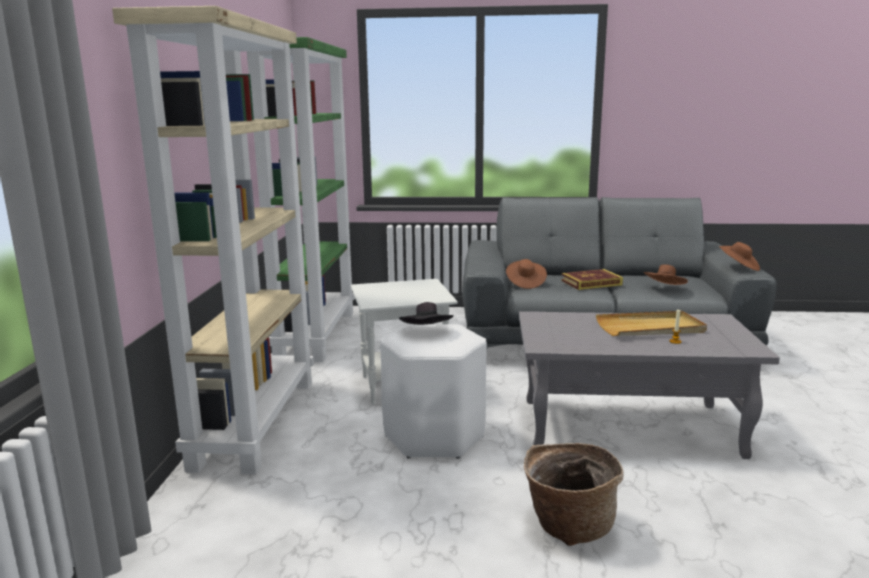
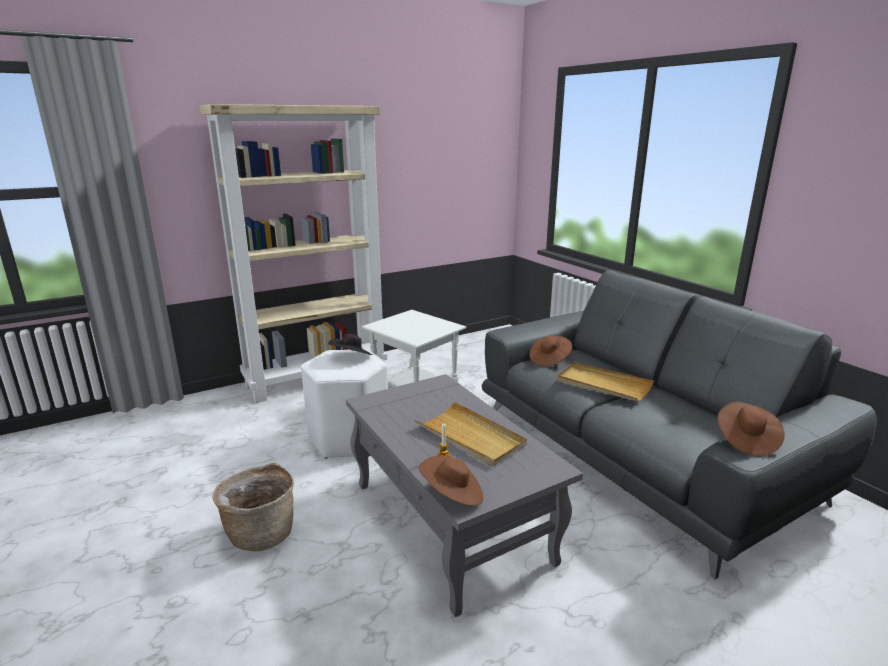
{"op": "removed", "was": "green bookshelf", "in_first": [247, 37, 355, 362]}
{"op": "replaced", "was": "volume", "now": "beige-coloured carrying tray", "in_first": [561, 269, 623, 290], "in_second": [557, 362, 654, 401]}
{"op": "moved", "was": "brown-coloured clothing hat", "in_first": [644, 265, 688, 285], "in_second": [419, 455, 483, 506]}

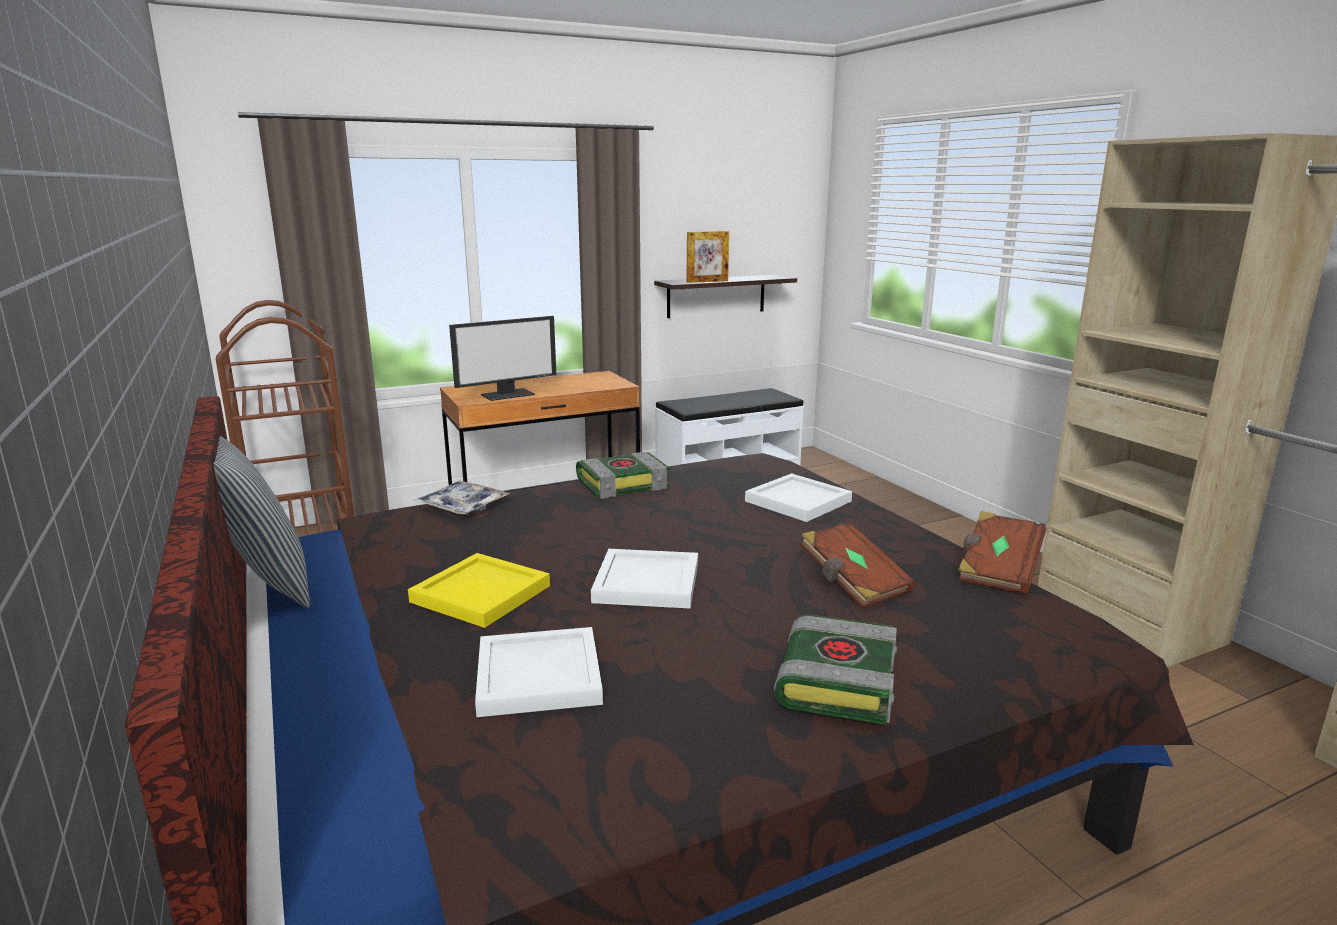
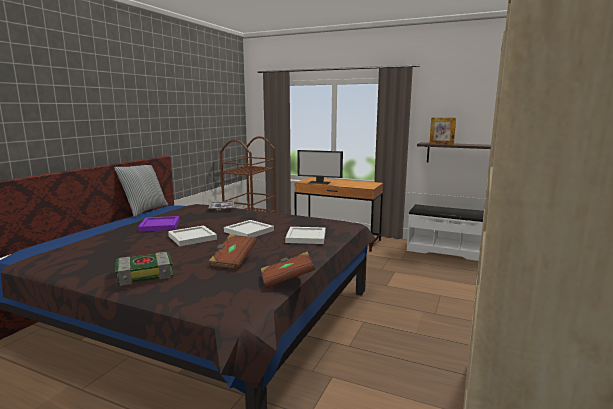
{"op": "recoloured", "was": "yellow-coloured carrying tray", "now": "purple carrying tray", "in_first": [408, 553, 550, 628], "in_second": [138, 216, 180, 232]}
{"op": "moved", "was": "white-coloured carrying tray", "in_first": [475, 627, 603, 717], "in_second": [224, 220, 274, 238]}
{"op": "removed", "was": "volume", "in_first": [576, 452, 670, 499]}

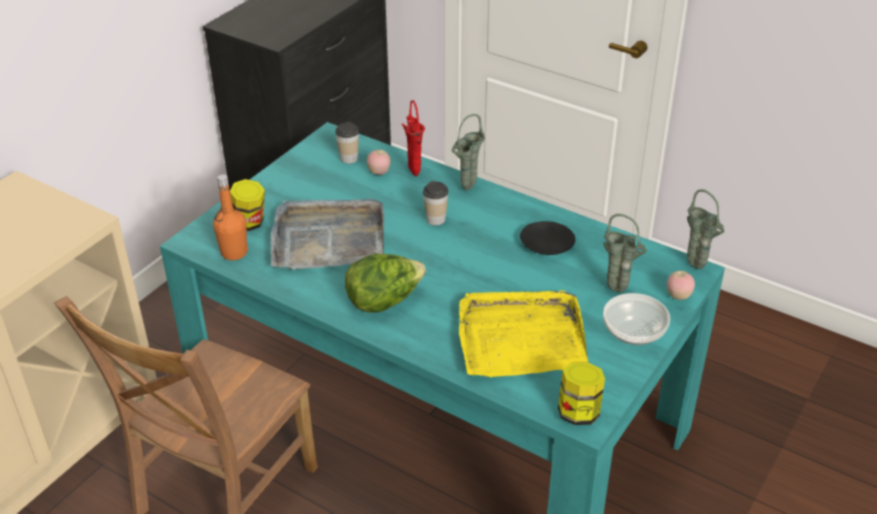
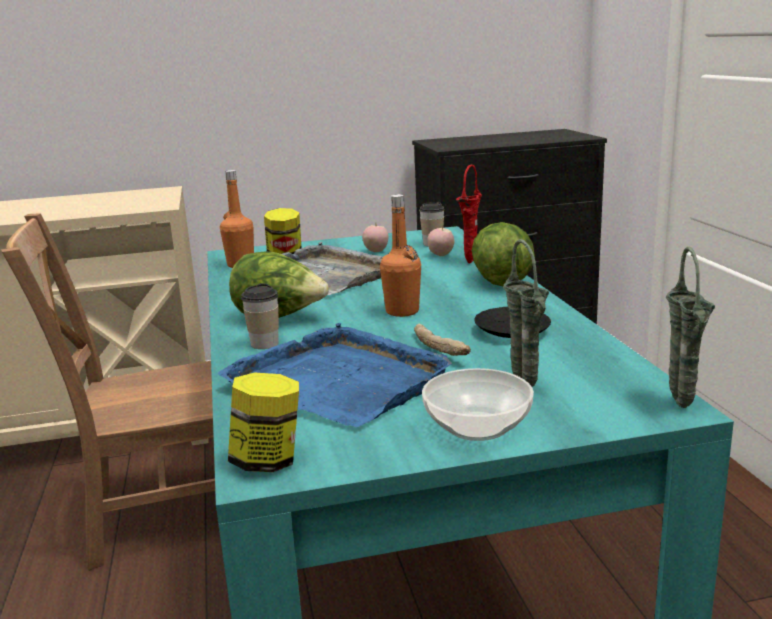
{"op": "moved", "was": "cup", "in_first": [423, 181, 448, 225], "in_second": [241, 283, 279, 349]}
{"op": "replaced", "was": "green flower vase", "now": "lettuce", "in_first": [452, 114, 485, 191], "in_second": [472, 222, 535, 286]}
{"op": "recoloured", "was": "yellow-coloured carrying tray", "now": "blue carrying tray", "in_first": [459, 290, 588, 377], "in_second": [218, 323, 452, 427]}
{"op": "moved", "was": "apple fruit", "in_first": [667, 271, 695, 300], "in_second": [362, 224, 389, 252]}
{"op": "added", "now": "orange beverage bottle", "in_second": [380, 194, 421, 317]}
{"op": "added", "now": "bakery bread", "in_second": [414, 324, 471, 356]}

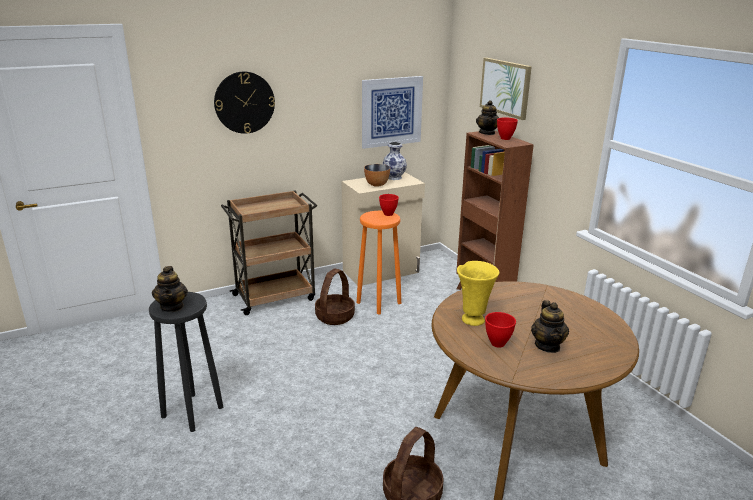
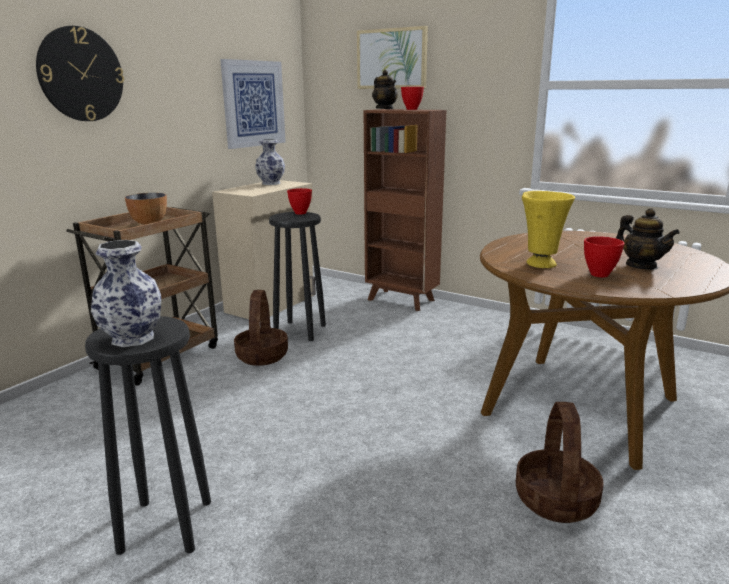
{"op": "replaced", "was": "tea pot", "now": "flower vase", "in_first": [152, 266, 188, 312], "in_second": [91, 240, 161, 347]}
{"op": "recoloured", "was": "orange stool", "now": "black-coloured stool", "in_first": [357, 211, 401, 314], "in_second": [269, 212, 326, 341]}
{"op": "moved", "was": "serving bowl", "in_first": [364, 164, 390, 187], "in_second": [125, 193, 167, 225]}

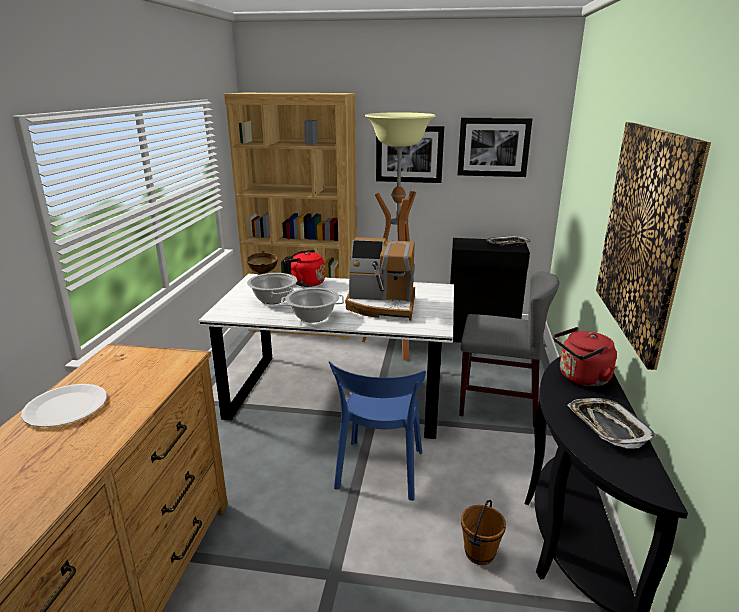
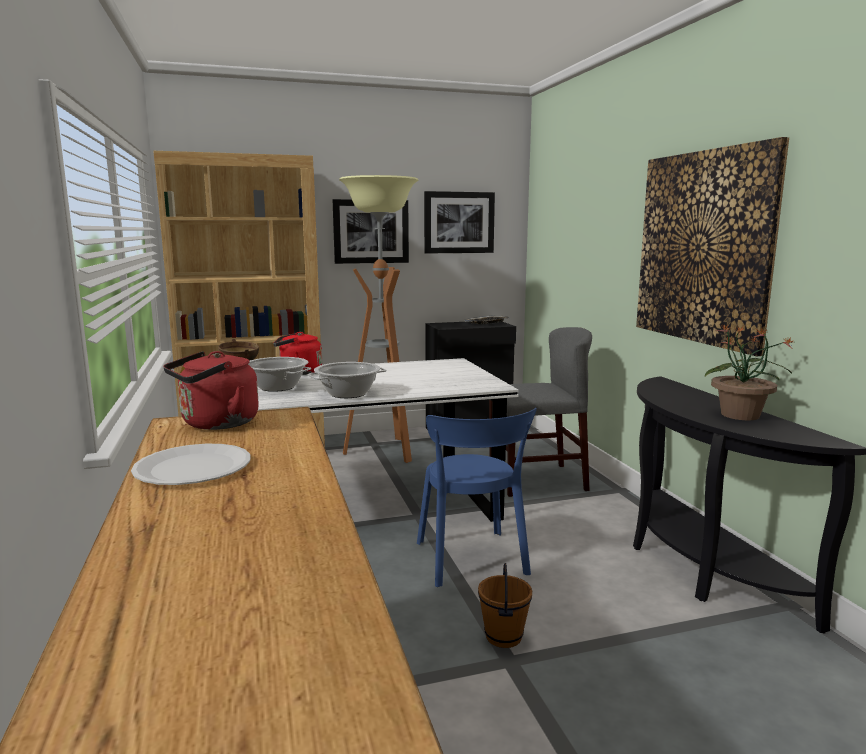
{"op": "removed", "was": "coffee brewer", "in_first": [345, 237, 415, 321]}
{"op": "moved", "was": "brown-coloured water bucket", "in_first": [461, 500, 506, 565], "in_second": [478, 563, 532, 648]}
{"op": "moved", "was": "red-coloured water kettle", "in_first": [553, 327, 617, 387], "in_second": [163, 351, 259, 430]}
{"op": "replaced", "was": "carrying tray", "now": "potted plant", "in_first": [568, 398, 657, 448], "in_second": [705, 324, 793, 420]}

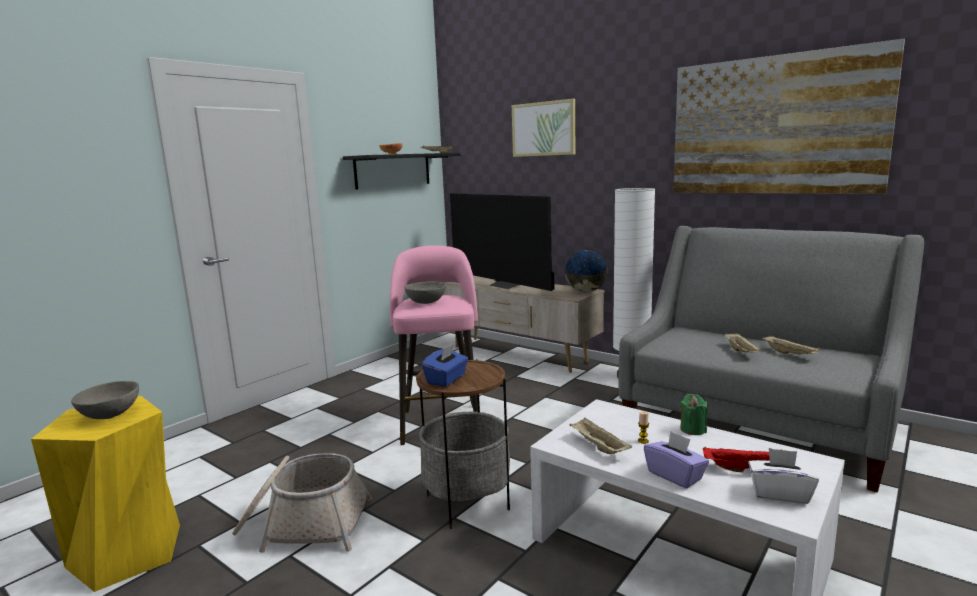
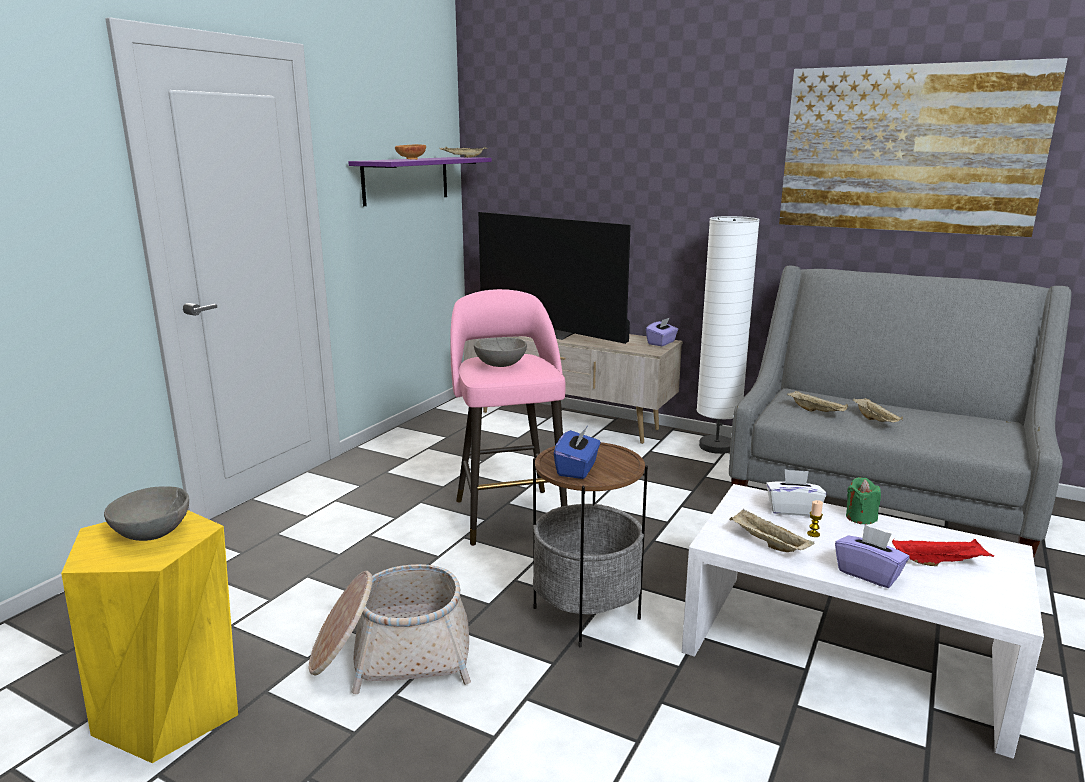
{"op": "recoloured", "was": "black-coloured shelf", "now": "purple shelf", "in_first": [343, 153, 460, 190], "in_second": [348, 157, 492, 206]}
{"op": "removed", "was": "wall picture", "in_first": [512, 99, 575, 157]}
{"op": "replaced", "was": "desk globe", "now": "purple tissue holder", "in_first": [564, 250, 608, 292], "in_second": [646, 318, 678, 346]}
{"op": "moved", "was": "white-coloured tissue holder", "in_first": [748, 448, 819, 504], "in_second": [766, 469, 826, 516]}
{"op": "moved", "was": "beige-coloured carrying tray", "in_first": [762, 336, 820, 354], "in_second": [787, 391, 848, 412]}

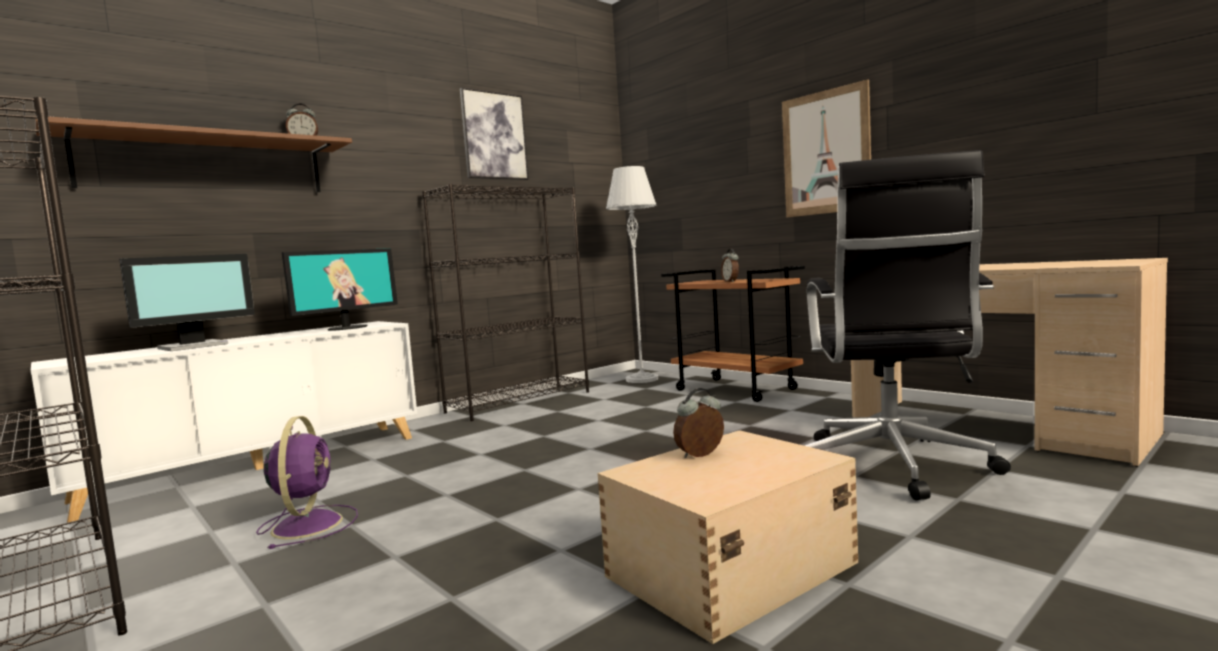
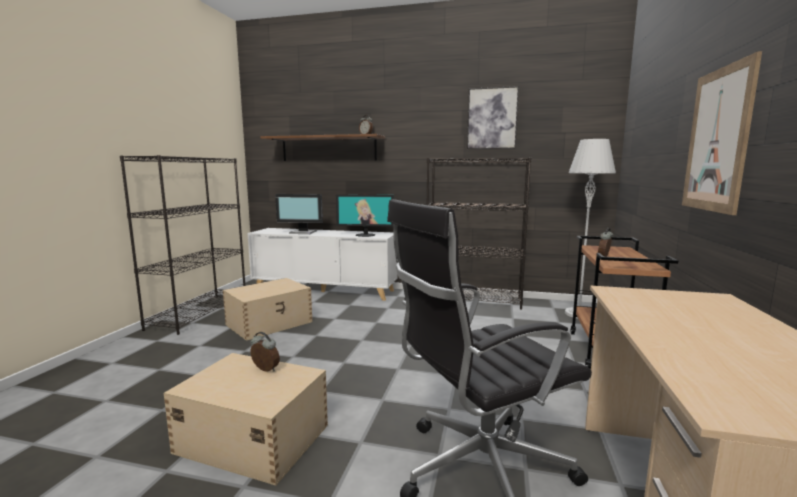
{"op": "replaced", "was": "purple electric fan", "now": "beige-coloured storage container", "in_first": [256, 416, 358, 549], "in_second": [223, 278, 312, 341]}

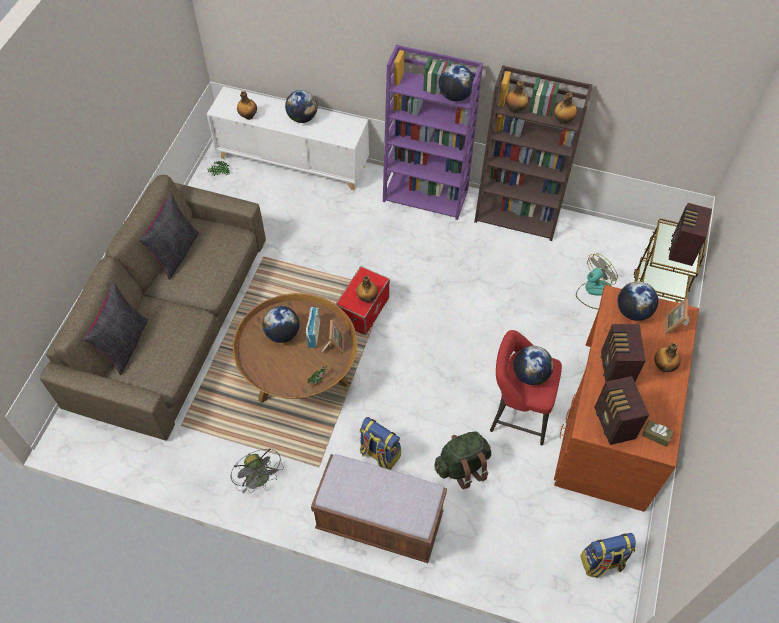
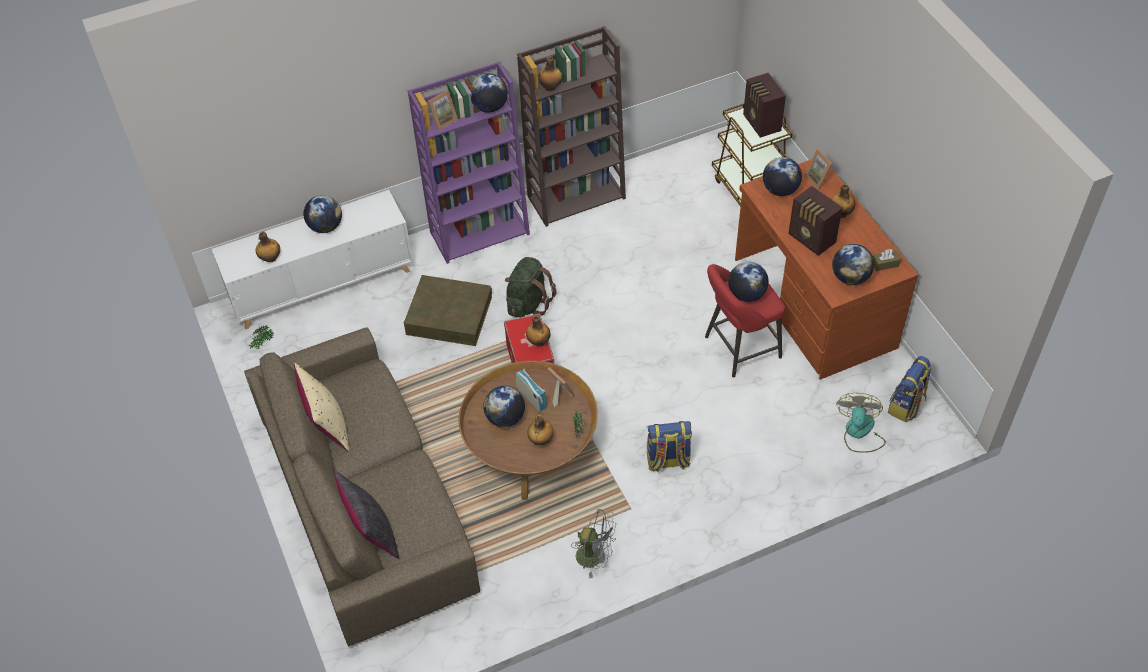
{"op": "recoloured", "was": "black-coloured cushion", "now": "beige-coloured cushion", "in_first": [139, 193, 199, 280], "in_second": [294, 363, 349, 452]}
{"op": "removed", "was": "brown-coloured long seat", "in_first": [311, 454, 447, 563]}
{"op": "moved", "was": "green knapsack", "in_first": [434, 432, 491, 489], "in_second": [505, 257, 556, 318]}
{"op": "moved", "was": "beverage bottle", "in_first": [554, 93, 577, 124], "in_second": [527, 415, 553, 445]}
{"op": "moved", "was": "electric fan", "in_first": [576, 253, 618, 309], "in_second": [836, 393, 886, 453]}
{"op": "replaced", "was": "radio", "now": "desk globe", "in_first": [594, 376, 649, 445], "in_second": [832, 244, 874, 285]}
{"op": "added", "now": "brown-coloured storage container", "in_second": [404, 275, 492, 346]}
{"op": "added", "now": "photo frame", "in_second": [428, 90, 458, 130]}

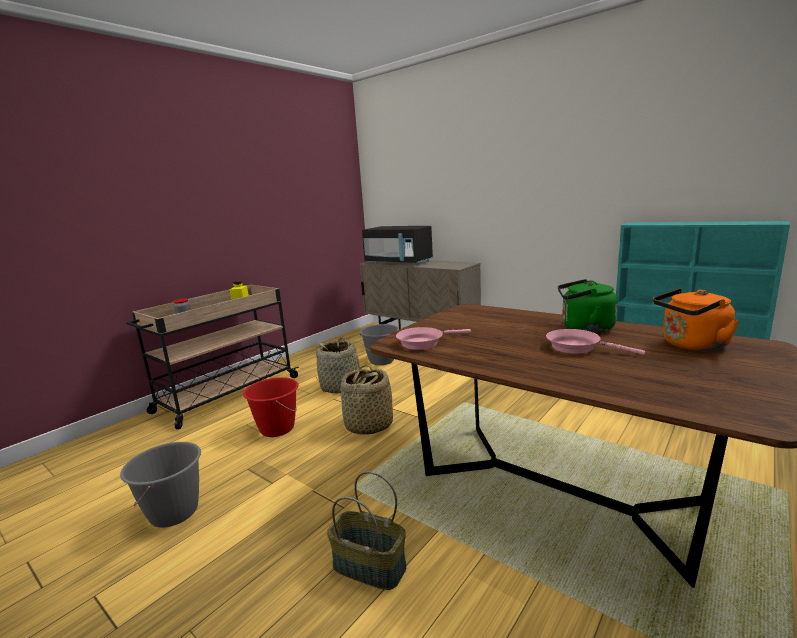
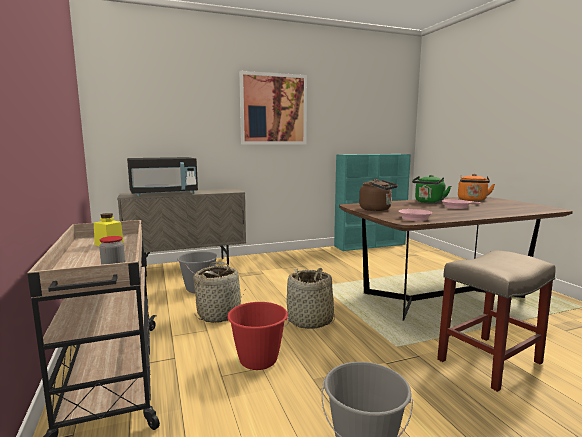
{"op": "replaced", "was": "basket", "now": "beige-coloured stool", "in_first": [327, 471, 406, 590], "in_second": [437, 250, 556, 392]}
{"op": "added", "now": "wall picture", "in_second": [239, 71, 307, 144]}
{"op": "added", "now": "brown-coloured water kettle", "in_second": [359, 179, 398, 211]}

